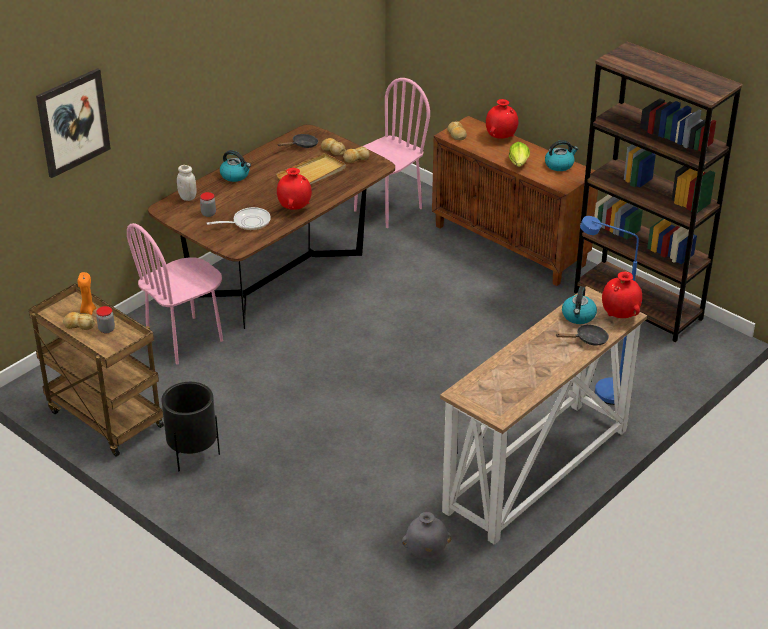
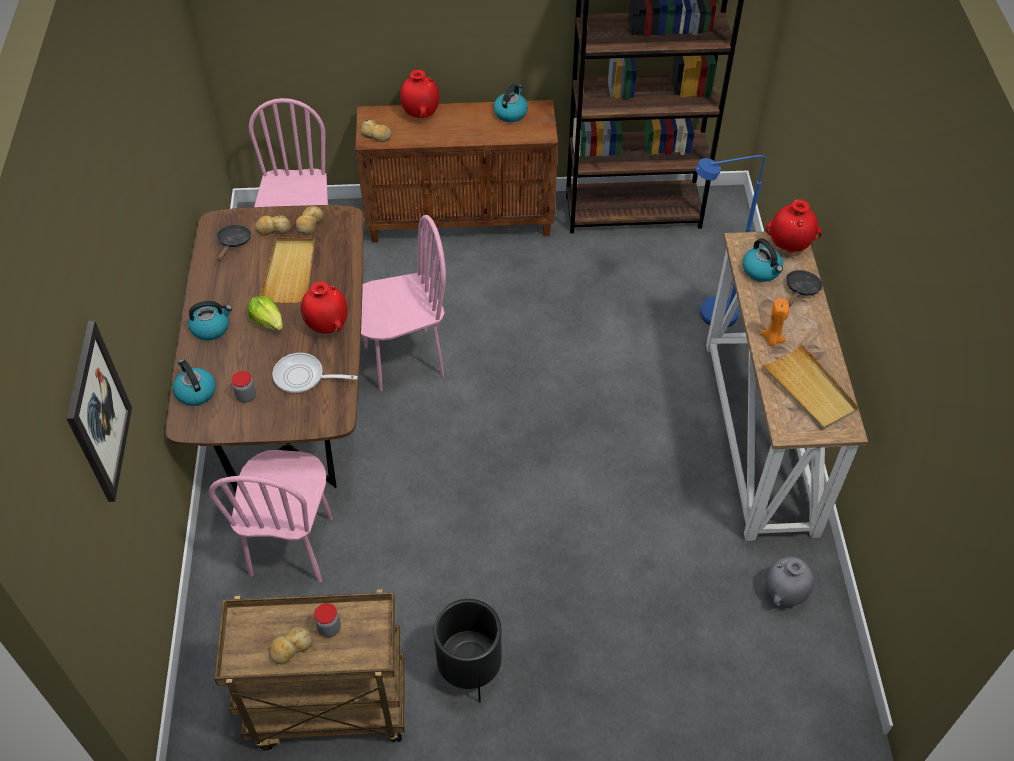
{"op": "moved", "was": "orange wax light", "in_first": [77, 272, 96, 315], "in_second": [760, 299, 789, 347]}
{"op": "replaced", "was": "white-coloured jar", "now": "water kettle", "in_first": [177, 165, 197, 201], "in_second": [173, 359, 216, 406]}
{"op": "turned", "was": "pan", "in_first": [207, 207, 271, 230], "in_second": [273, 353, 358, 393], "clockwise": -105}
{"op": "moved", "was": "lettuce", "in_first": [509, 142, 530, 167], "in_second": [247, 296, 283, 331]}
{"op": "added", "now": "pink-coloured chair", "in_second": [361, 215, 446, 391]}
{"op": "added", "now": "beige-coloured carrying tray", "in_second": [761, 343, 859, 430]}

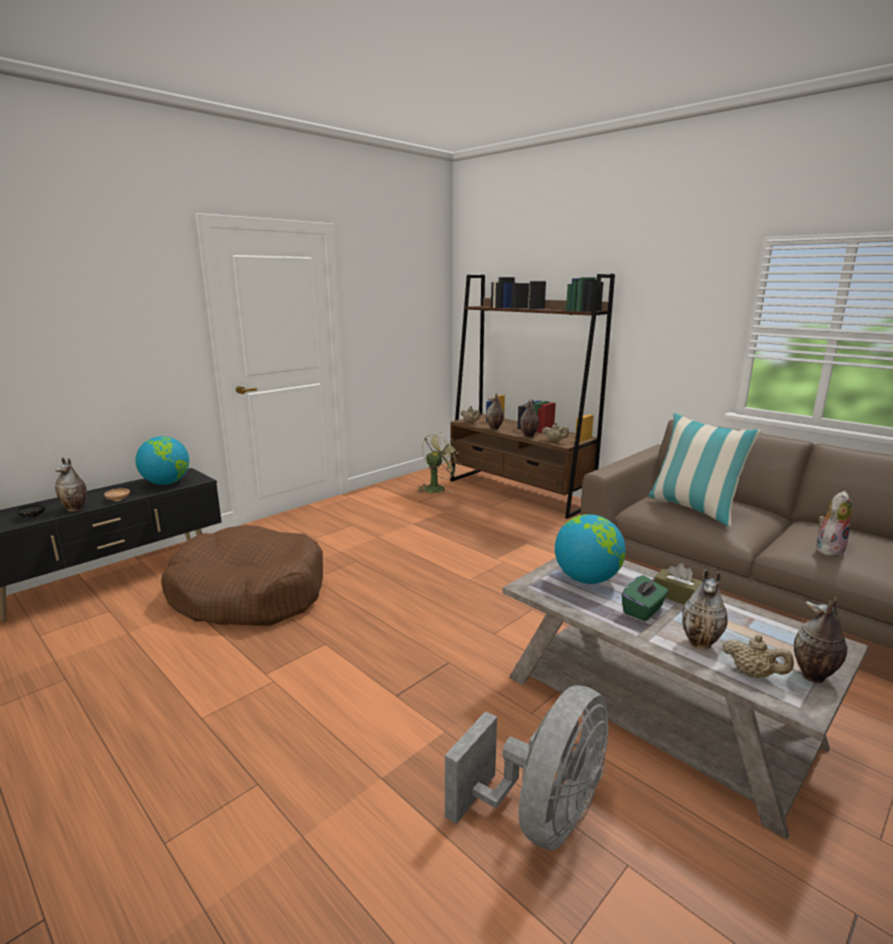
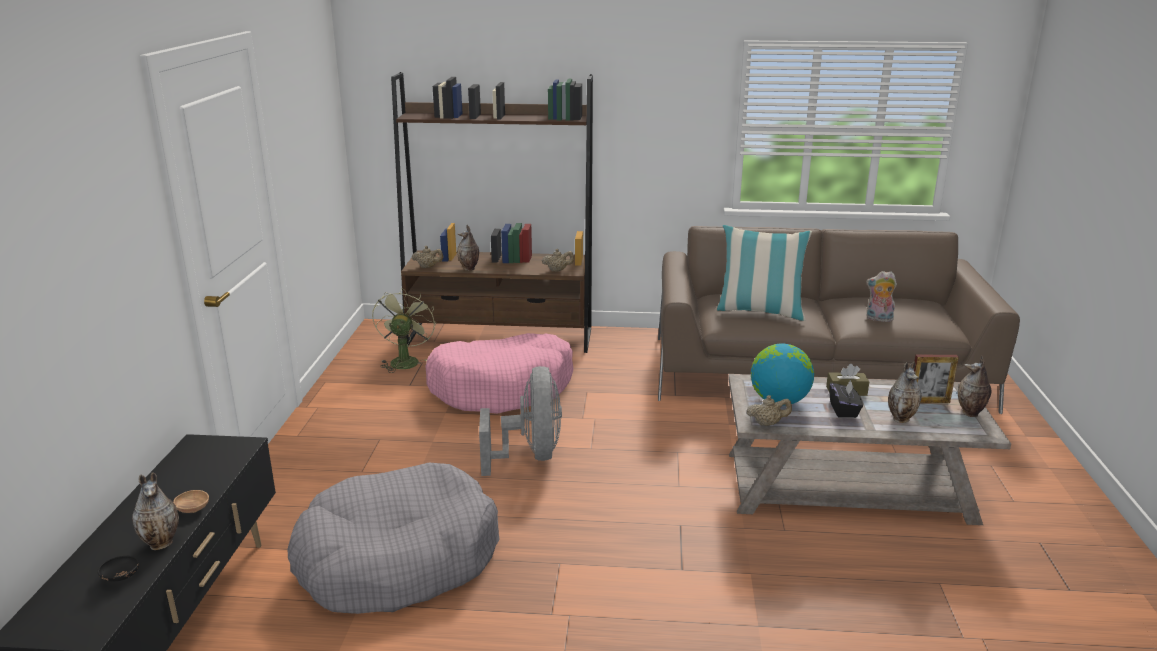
{"op": "removed", "was": "desk globe", "in_first": [135, 436, 189, 485]}
{"op": "recoloured", "was": "brown-coloured dog bed", "now": "gray dog bed", "in_first": [161, 525, 323, 625], "in_second": [288, 463, 500, 614]}
{"op": "moved", "was": "gray electric fan", "in_first": [445, 686, 608, 850], "in_second": [479, 366, 562, 476]}
{"op": "removed", "was": "flower vase", "in_first": [520, 399, 539, 438]}
{"op": "recoloured", "was": "green tissue holder", "now": "black-coloured tissue holder", "in_first": [622, 575, 669, 621], "in_second": [830, 379, 863, 418]}
{"op": "moved", "was": "beige-coloured tea pot", "in_first": [723, 635, 794, 678], "in_second": [746, 395, 792, 426]}
{"op": "turned", "was": "plush toy", "in_first": [817, 491, 853, 556], "in_second": [866, 271, 897, 322], "clockwise": -90}
{"op": "added", "now": "pink-coloured dog bed", "in_second": [425, 333, 573, 414]}
{"op": "added", "now": "photo frame", "in_second": [914, 355, 959, 403]}

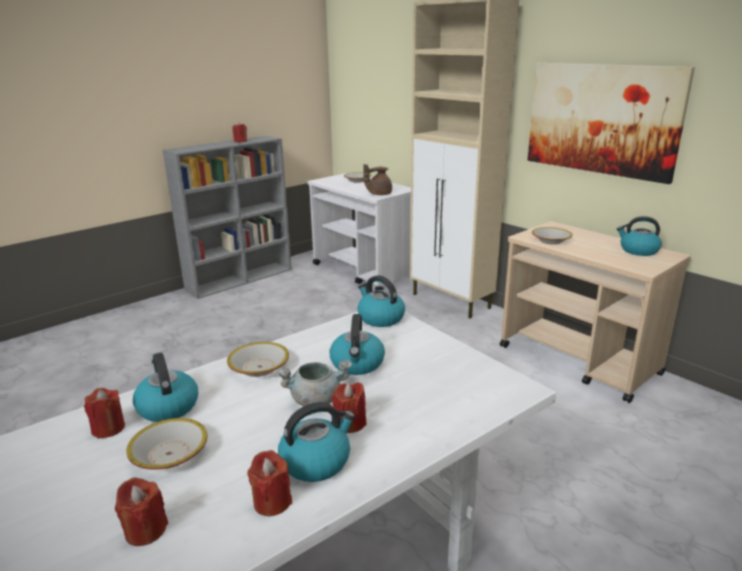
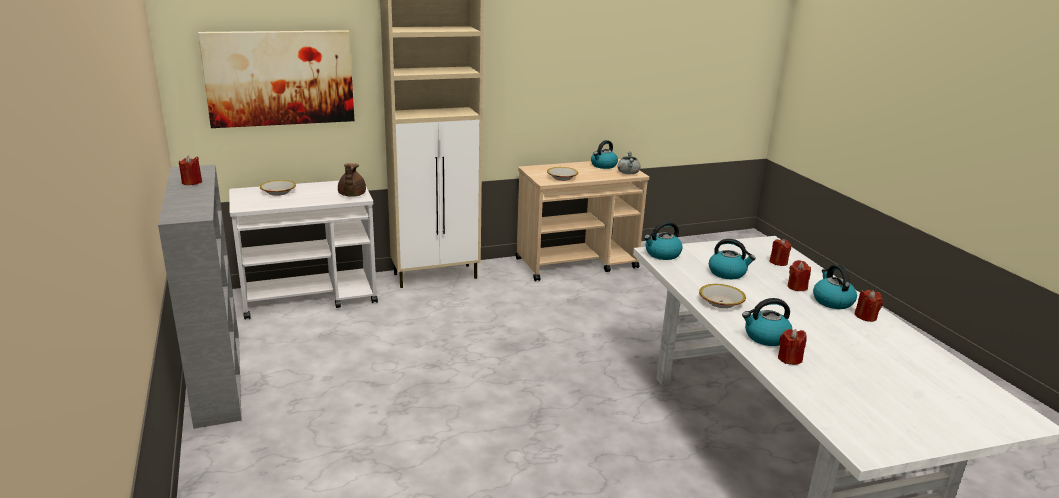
{"op": "moved", "was": "red-coloured wax light", "in_first": [115, 477, 168, 546], "in_second": [769, 239, 792, 266]}
{"op": "removed", "was": "serving bowl", "in_first": [127, 418, 208, 470]}
{"op": "moved", "was": "gray stockpot", "in_first": [277, 360, 352, 406], "in_second": [617, 151, 641, 174]}
{"op": "moved", "was": "wall picture", "in_first": [527, 63, 695, 184], "in_second": [198, 30, 354, 128]}

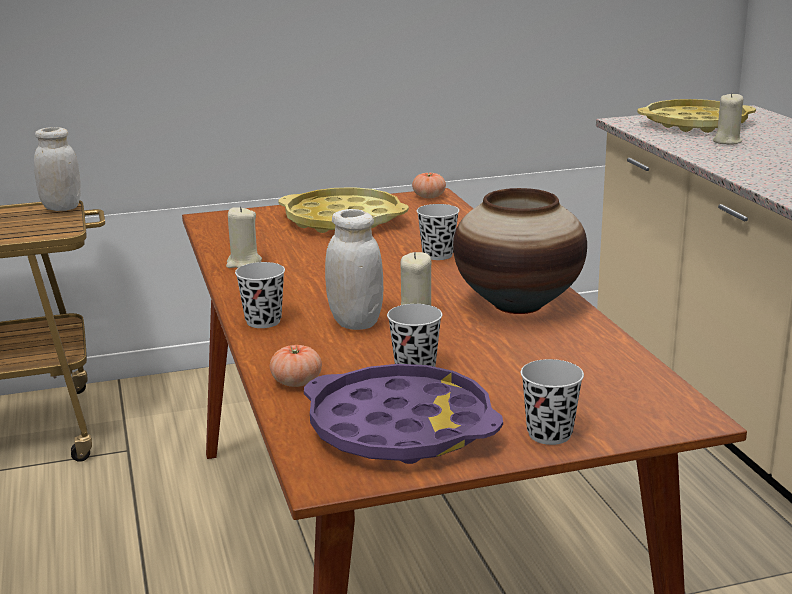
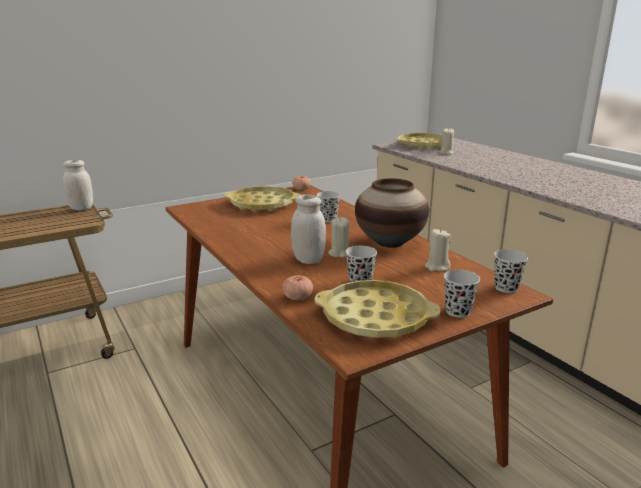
{"op": "moved", "was": "beige-coloured wax light", "in_first": [226, 206, 262, 268], "in_second": [425, 229, 451, 271]}
{"op": "moved", "was": "black-coloured cup", "in_first": [235, 262, 285, 328], "in_second": [494, 250, 528, 293]}
{"op": "recoloured", "was": "purple carrying tray", "now": "yellow-coloured carrying tray", "in_first": [304, 364, 503, 464], "in_second": [314, 280, 441, 338]}

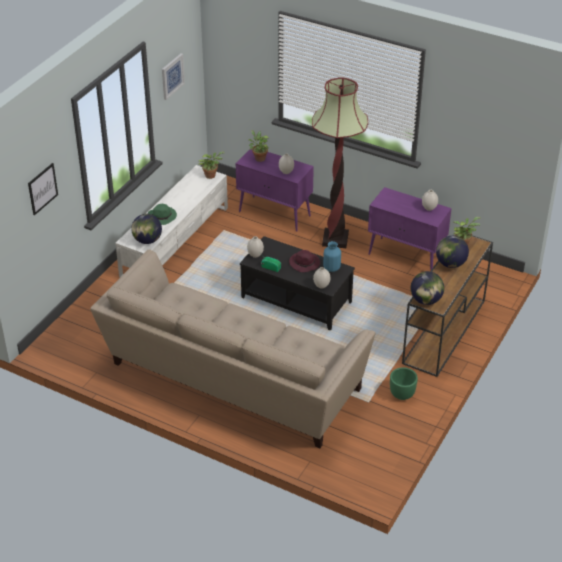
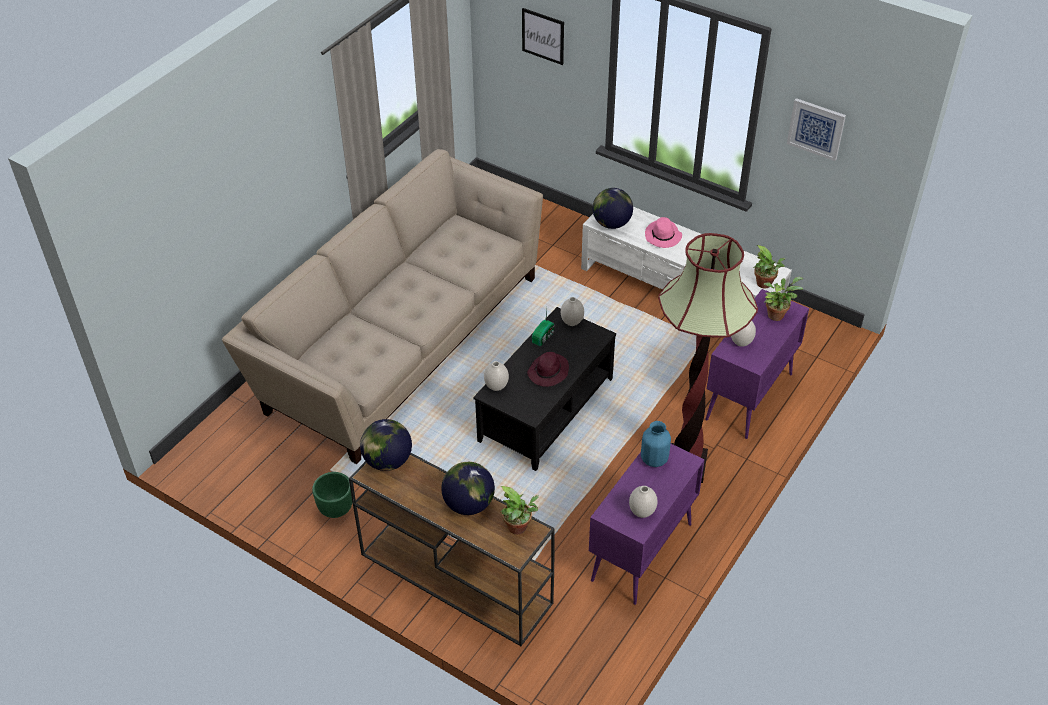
{"op": "recoloured", "was": "green clothing hat", "now": "pink-coloured clothing hat", "in_first": [147, 204, 177, 225], "in_second": [645, 217, 682, 248]}
{"op": "moved", "was": "blue flower vase", "in_first": [323, 241, 341, 272], "in_second": [641, 421, 671, 467]}

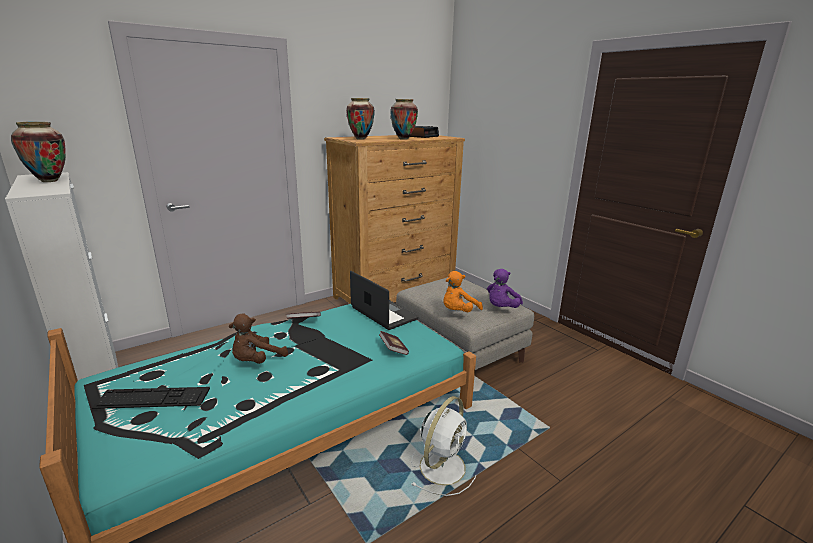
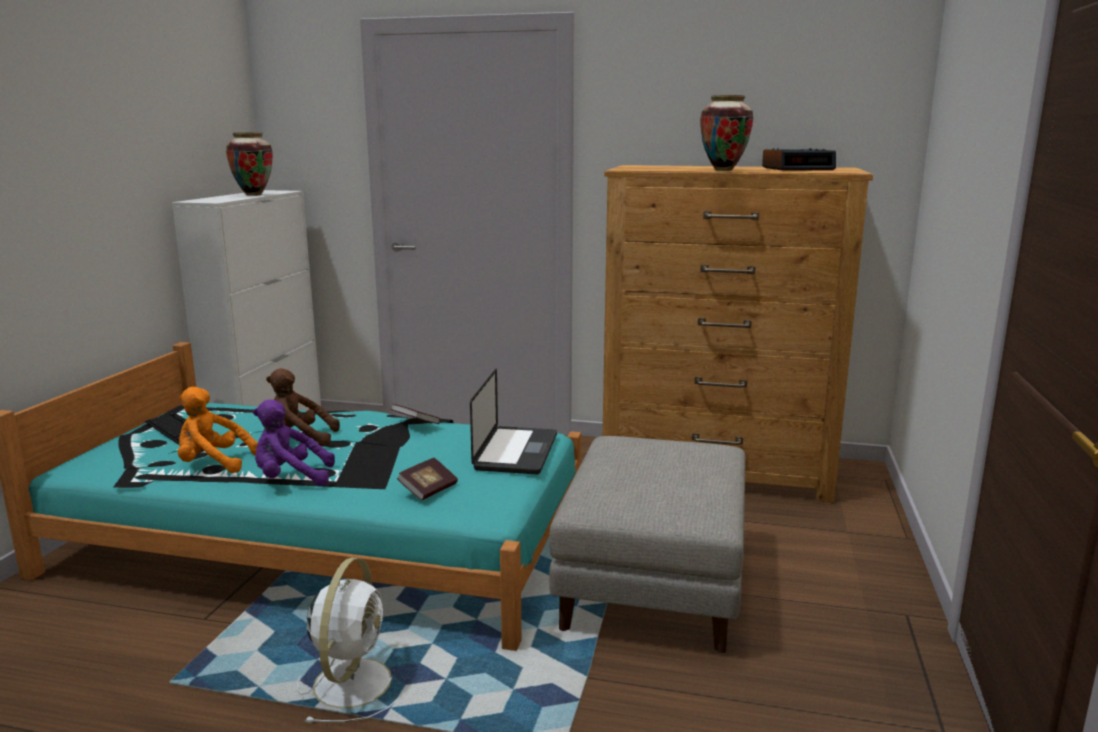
{"op": "removed", "was": "flower vase", "in_first": [346, 98, 375, 140]}
{"op": "turned", "was": "white-coloured electric fan", "in_first": [411, 396, 476, 496], "in_second": [297, 557, 400, 723], "clockwise": -75}
{"op": "moved", "was": "orange plush toy", "in_first": [443, 271, 483, 312], "in_second": [178, 387, 258, 473]}
{"op": "moved", "was": "purple plush toy", "in_first": [487, 269, 523, 308], "in_second": [252, 400, 335, 486]}

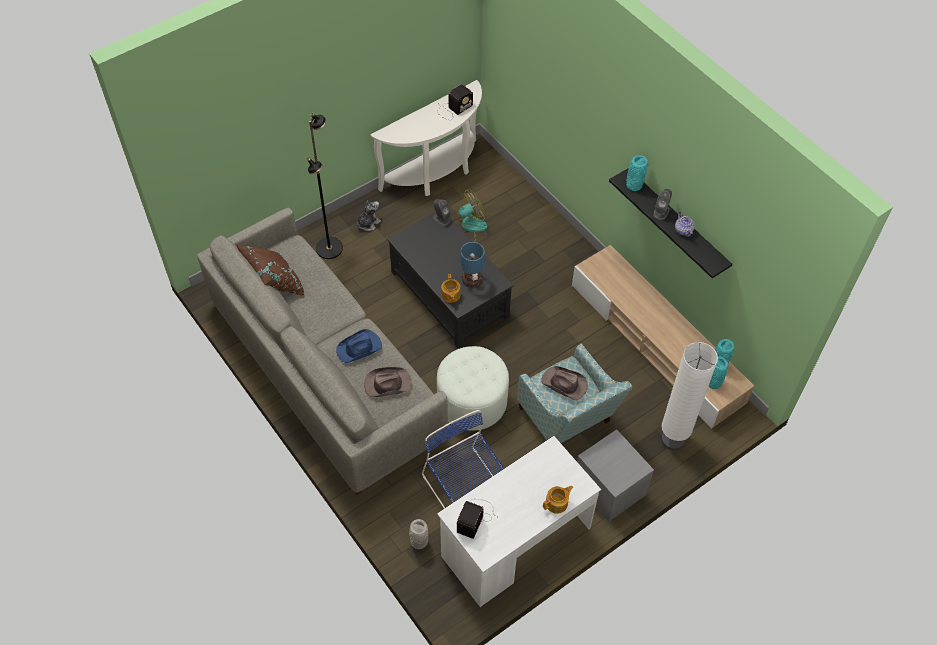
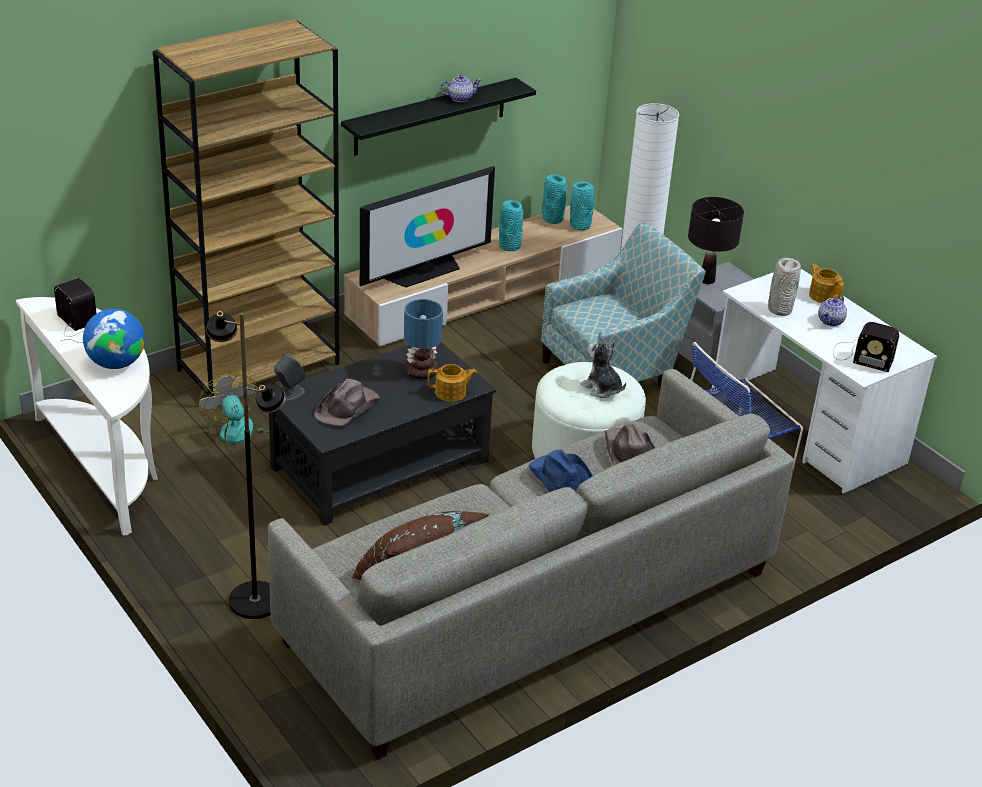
{"op": "moved", "was": "plush toy", "in_first": [356, 200, 381, 231], "in_second": [580, 340, 626, 398]}
{"op": "moved", "was": "gray flower vase", "in_first": [409, 519, 428, 549], "in_second": [768, 258, 801, 316]}
{"op": "moved", "was": "brown-coloured clothing hat", "in_first": [541, 366, 588, 401], "in_second": [314, 379, 380, 426]}
{"op": "moved", "was": "turquoise flower vase", "in_first": [626, 155, 648, 191], "in_second": [499, 200, 523, 251]}
{"op": "removed", "was": "gray speaker", "in_first": [653, 189, 672, 220]}
{"op": "added", "now": "desk globe", "in_second": [83, 309, 145, 369]}
{"op": "added", "now": "brown-coloured bookshelf", "in_second": [153, 19, 340, 397]}
{"op": "added", "now": "television", "in_second": [360, 166, 495, 288]}
{"op": "added", "now": "black-coloured tabletop lamp", "in_second": [688, 197, 744, 284]}
{"op": "added", "now": "tea pot", "in_second": [818, 295, 847, 326]}

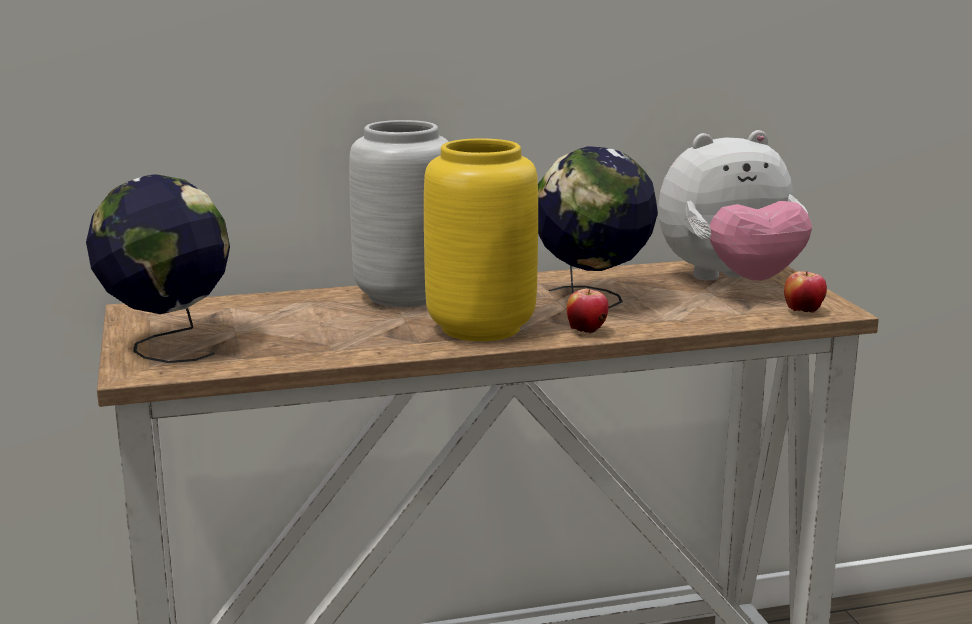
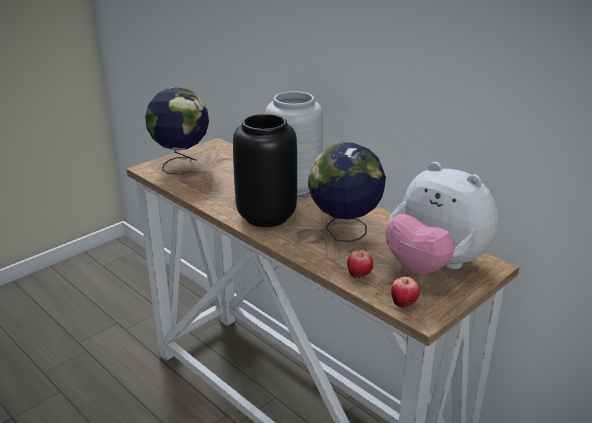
{"op": "recoloured", "was": "yellow-coloured flower vase", "now": "black-coloured flower vase", "in_first": [424, 138, 538, 341], "in_second": [233, 114, 297, 227]}
{"op": "moved", "was": "apple fruit", "in_first": [567, 289, 608, 334], "in_second": [347, 250, 373, 278]}

